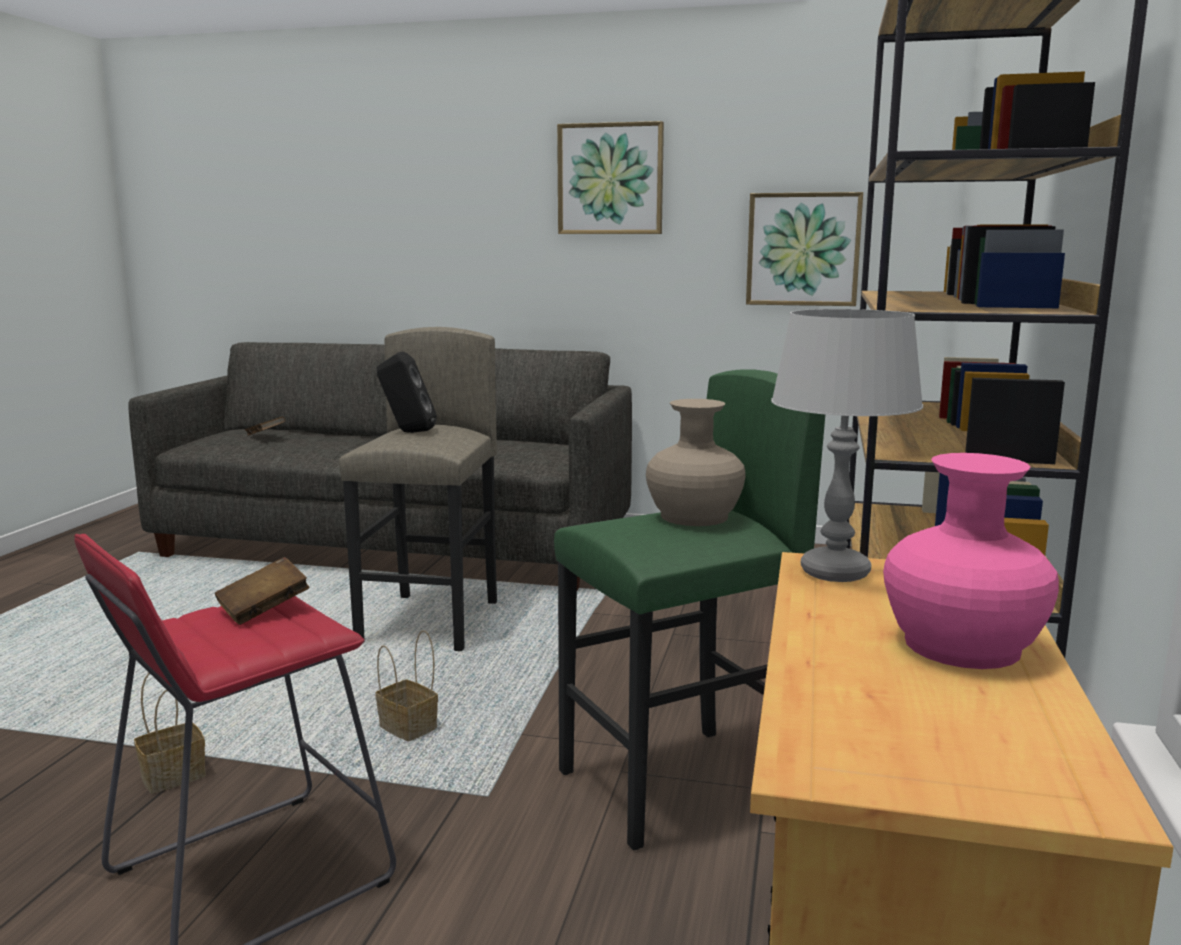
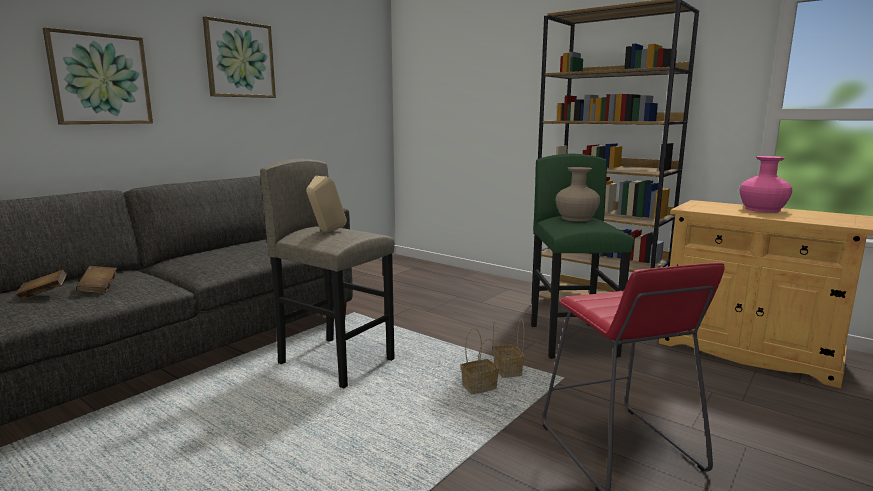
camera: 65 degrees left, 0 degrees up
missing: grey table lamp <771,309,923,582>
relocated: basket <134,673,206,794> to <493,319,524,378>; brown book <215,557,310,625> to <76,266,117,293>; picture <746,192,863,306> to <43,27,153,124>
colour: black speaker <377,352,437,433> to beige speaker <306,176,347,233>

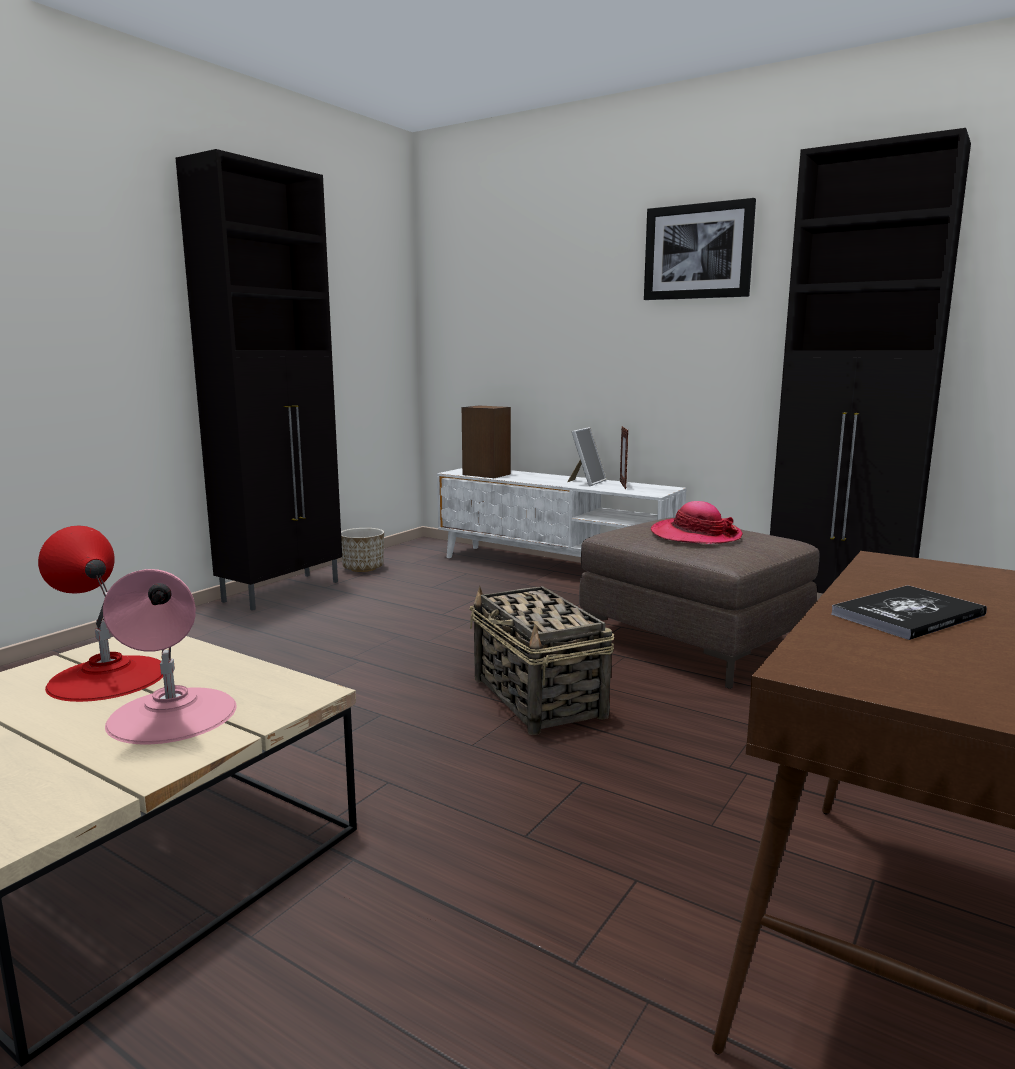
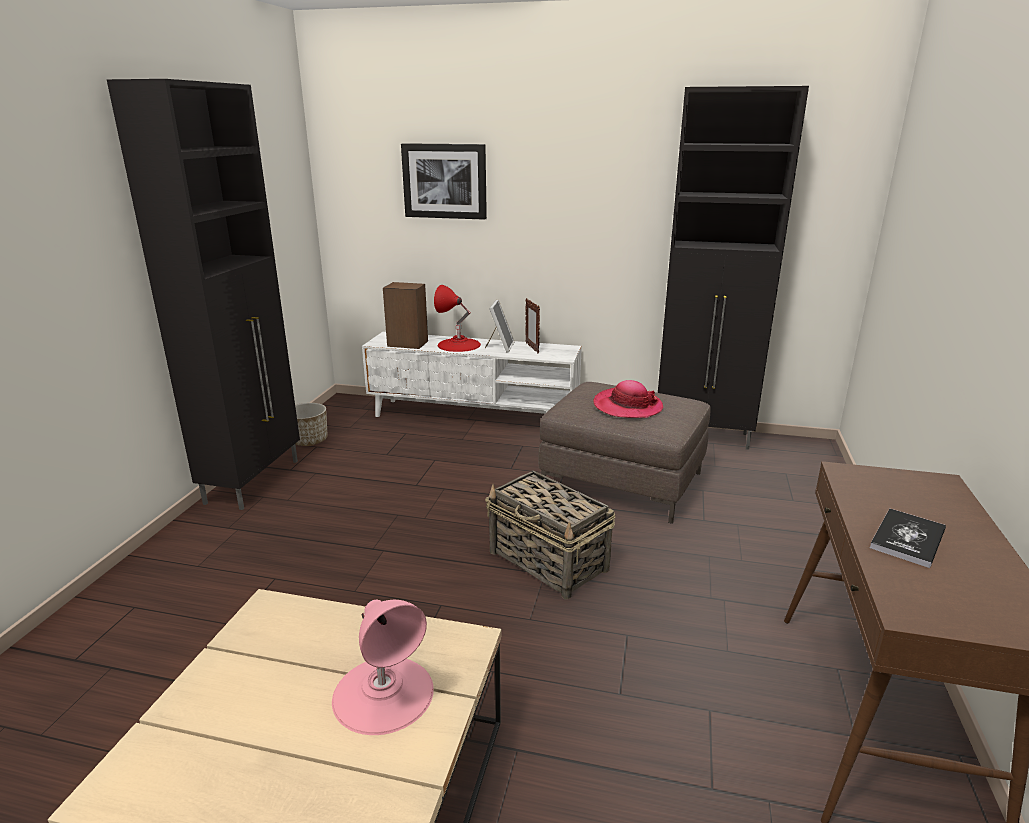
camera: 20 degrees left, 10 degrees up
relocated: red table lamp <38,525,163,702> to <434,285,481,352>; picture <644,198,756,300> to <401,143,487,220>

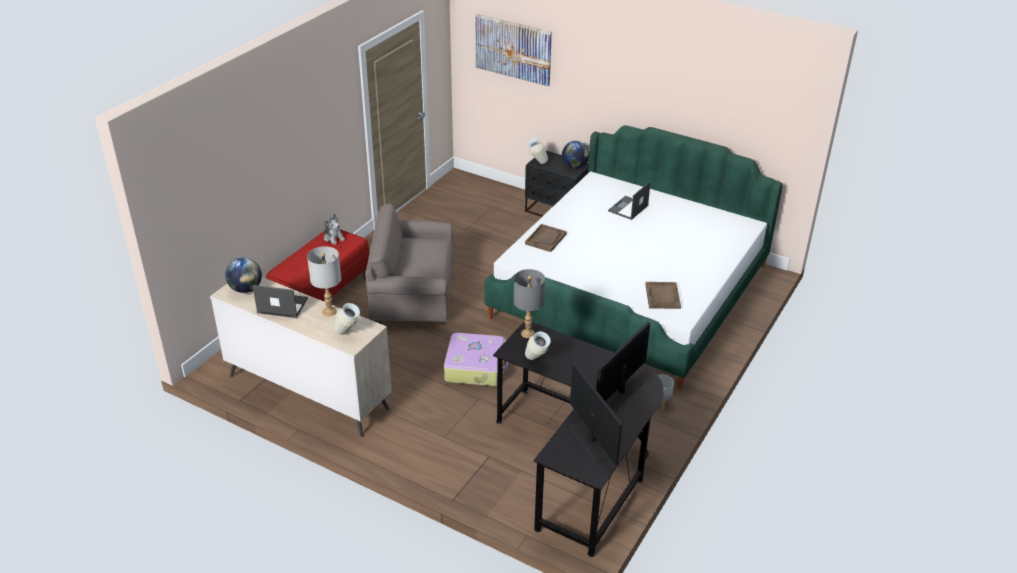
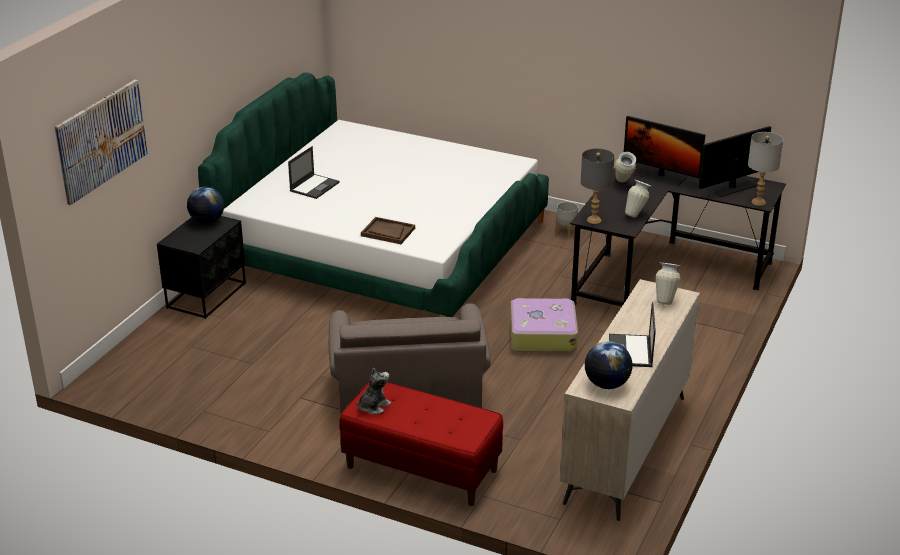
camera: 95 degrees left, 5 degrees down
missing: brown tray <645,282,681,309>
relocated: grey table lamp <307,246,341,316> to <748,132,783,206>; vase <527,137,548,164> to <615,152,636,182>
spun: laptop <608,181,651,220> = <288,146,340,199> 90 degrees counterclockwise

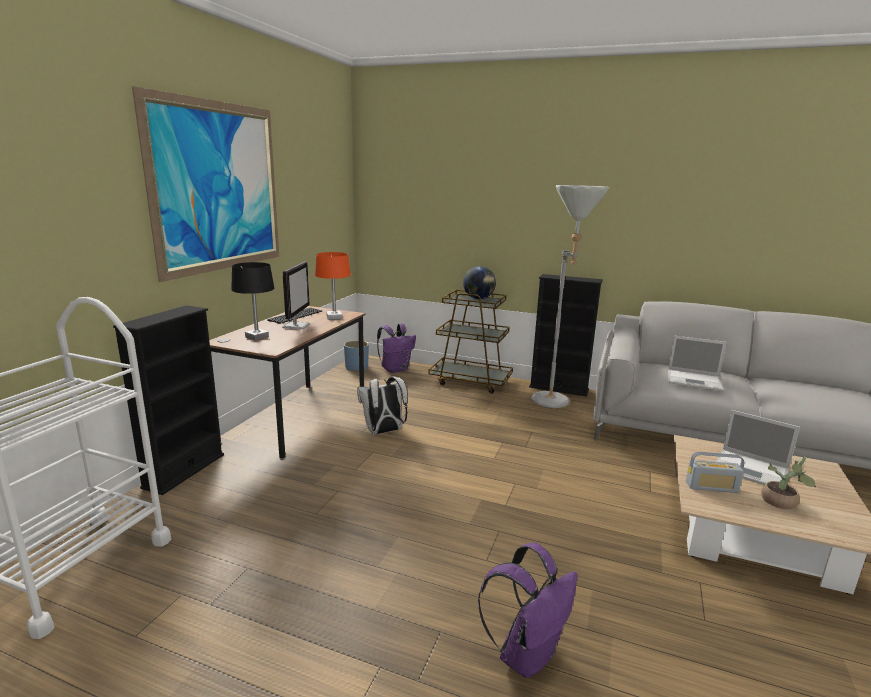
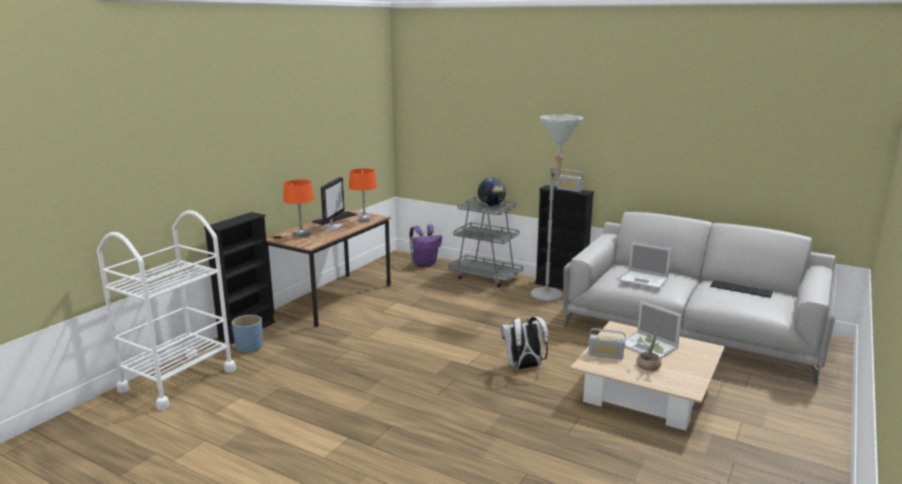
camera: 10 degrees right, 0 degrees up
missing: picture <132,86,279,282>; purple backpack <478,543,578,678>
appeared: radio <557,169,583,192>; keyboard <710,280,773,298>
relocated: blue planter <344,340,369,371> to <232,315,263,352>; white backpack <357,376,408,434> to <501,316,549,370>
colour: black table lamp <231,262,274,341> to orange table lamp <283,180,314,238>; brown cart <428,290,513,394> to grey cart <448,197,523,287>

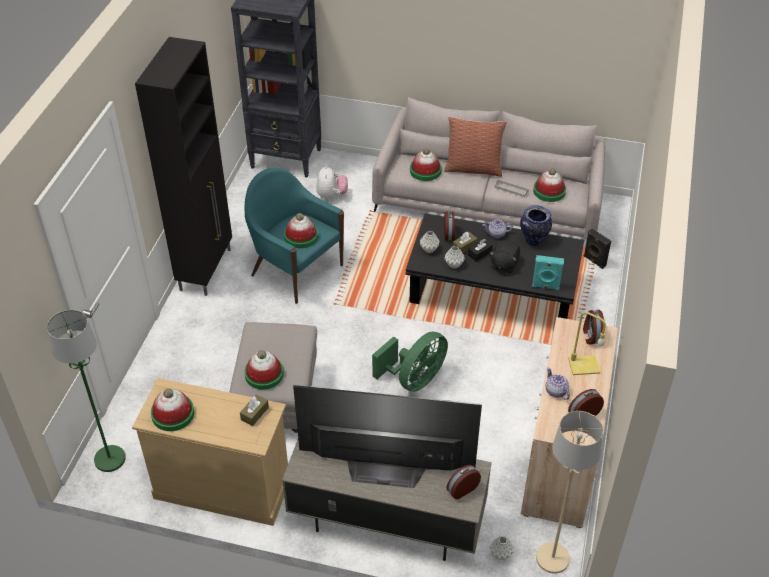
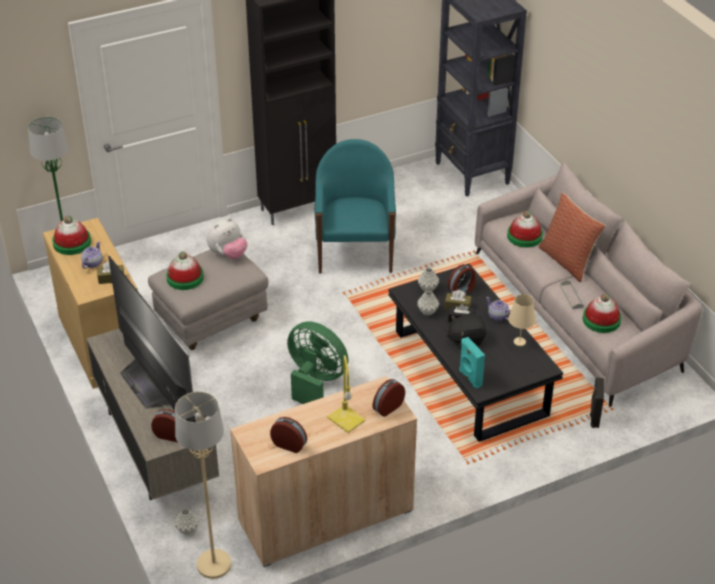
camera: 50 degrees right, 5 degrees down
missing: hat <284,213,318,248>
relocated: plush toy <316,165,348,199> to <207,218,247,259>; teapot <546,368,570,400> to <81,242,103,269>
exchanged: vase <520,205,552,246> to beige table lamp <508,294,536,346>
spun: green fan <372,331,448,392> = <287,321,348,404> 150 degrees counterclockwise

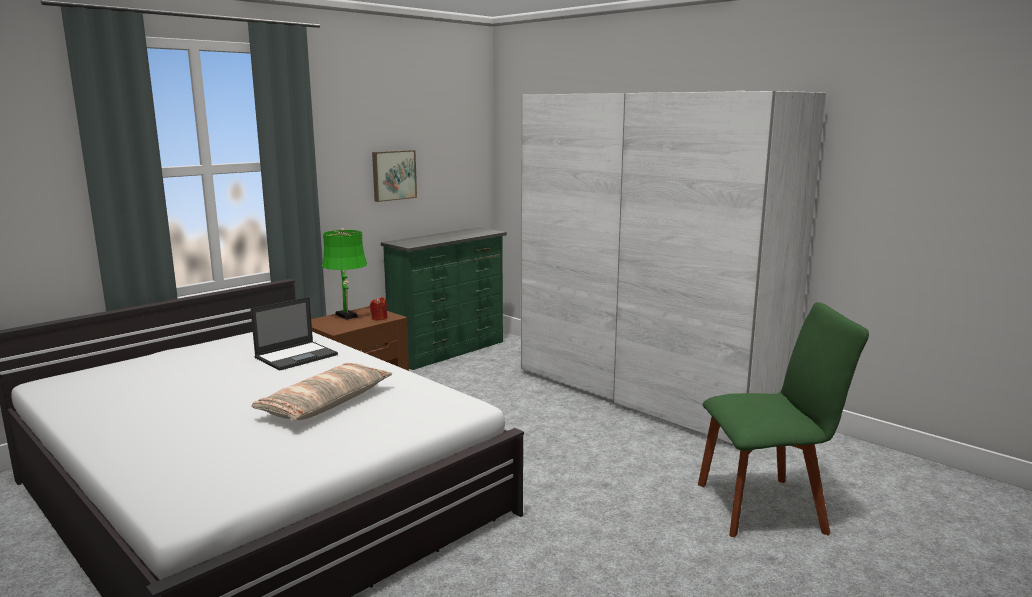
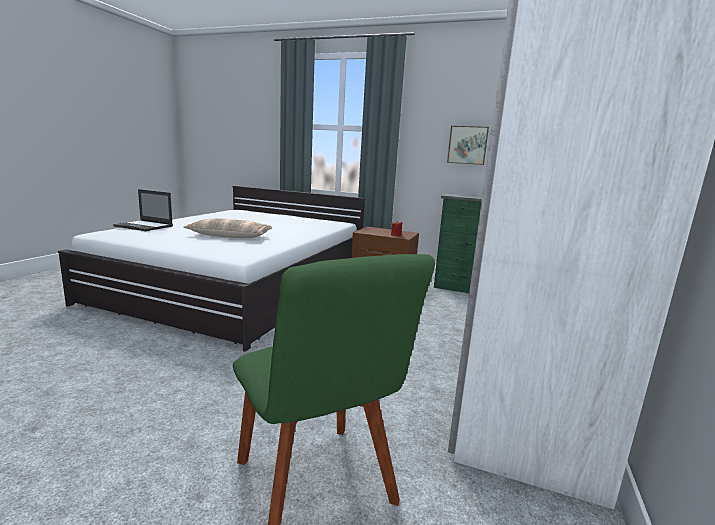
camera: 65 degrees right, 0 degrees up
missing: green table lamp <322,228,367,320>
relocated: laptop <251,297,338,370> to <113,189,173,231>

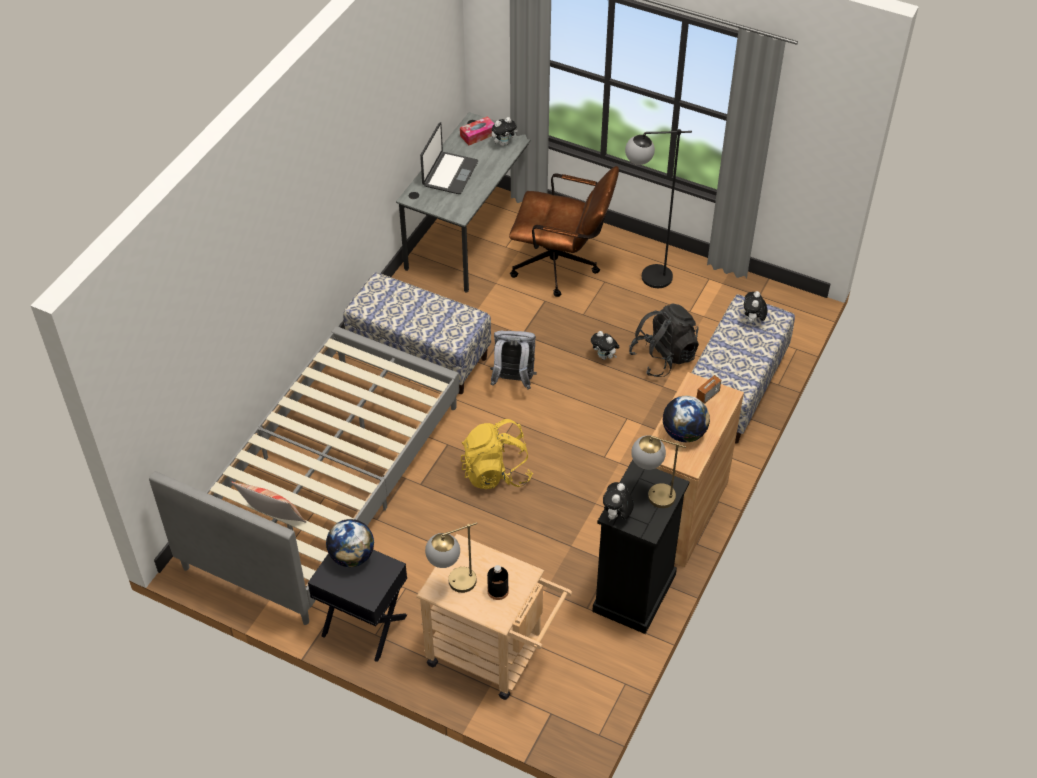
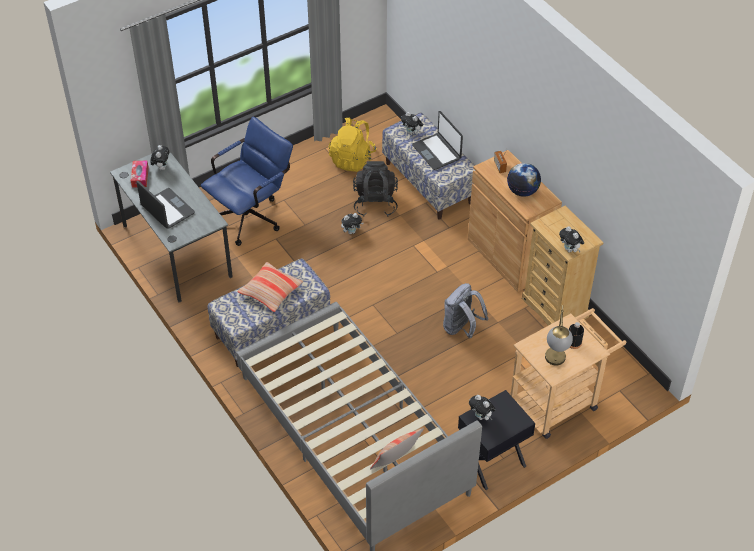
camera: 60 degrees left, 0 degrees up
missing: black floor lamp <625,129,692,288>; table lamp <631,435,686,508>
appeared: pillow <237,262,303,312>; laptop <412,111,463,170>
relocated: yellow backpack <461,419,533,489> to <329,118,377,172>; grey backpack <490,330,537,390> to <443,283,489,338>
exchanged: globe <326,519,374,567> to plush toy <469,395,496,420>
colour: brown office chair <509,166,619,297> to blue office chair <201,117,293,246>; black dresser <592,460,690,634> to beige dresser <522,205,604,326>

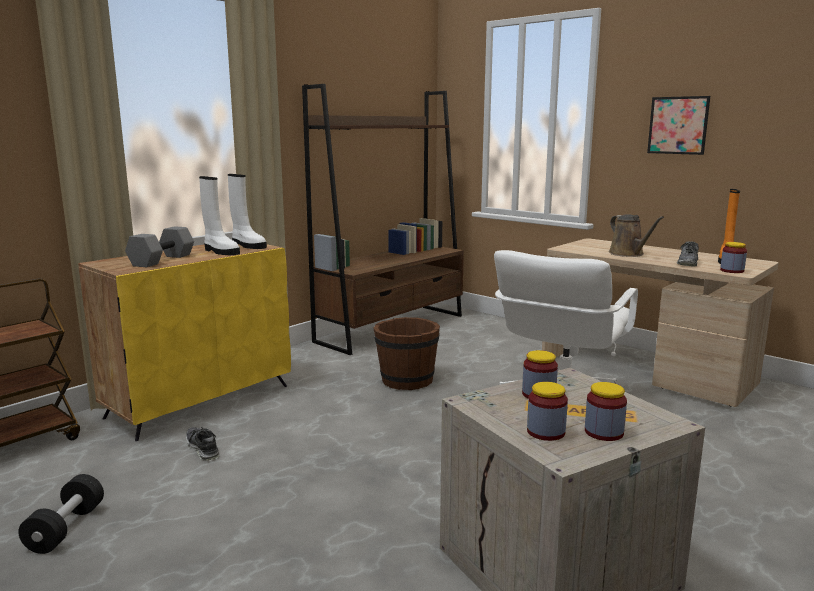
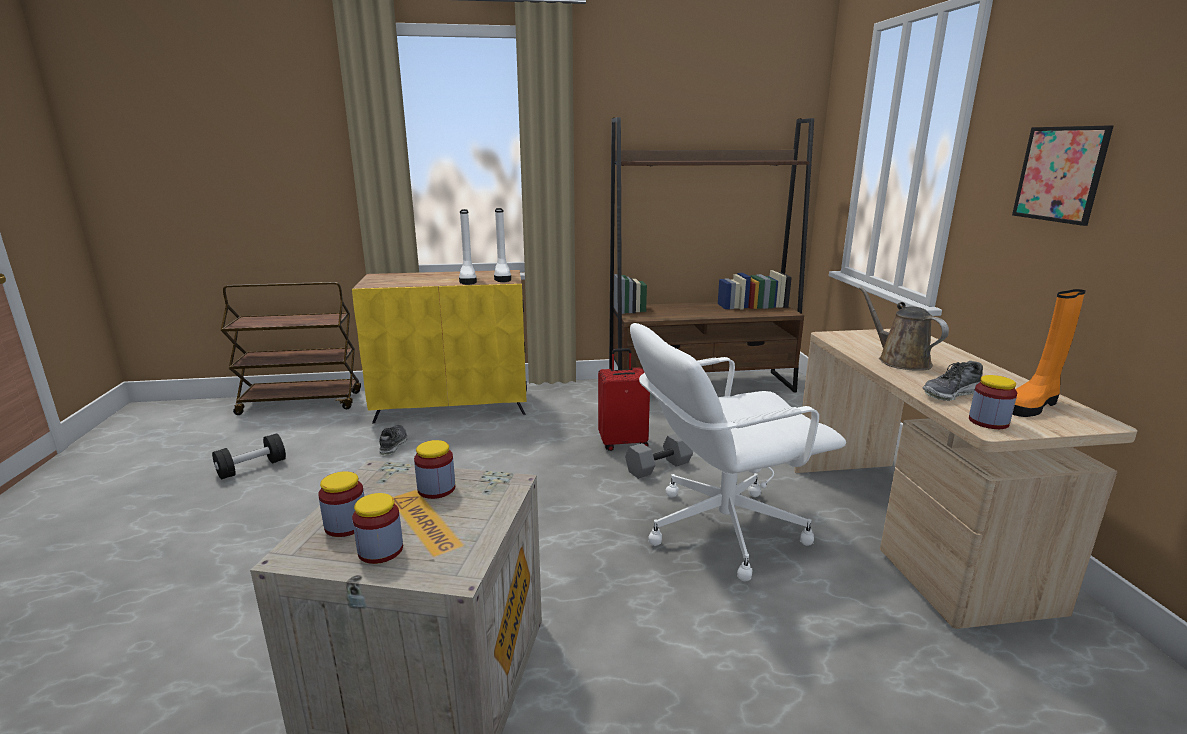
camera: 40 degrees right, 5 degrees up
relocated: grey dumbbell <125,226,194,267> to <625,434,693,479>
exchanged: brown bucket <373,317,440,390> to red suitcase <598,348,650,451>
spun: brown watering can <609,214,664,257> = <859,287,949,371> 135 degrees clockwise

